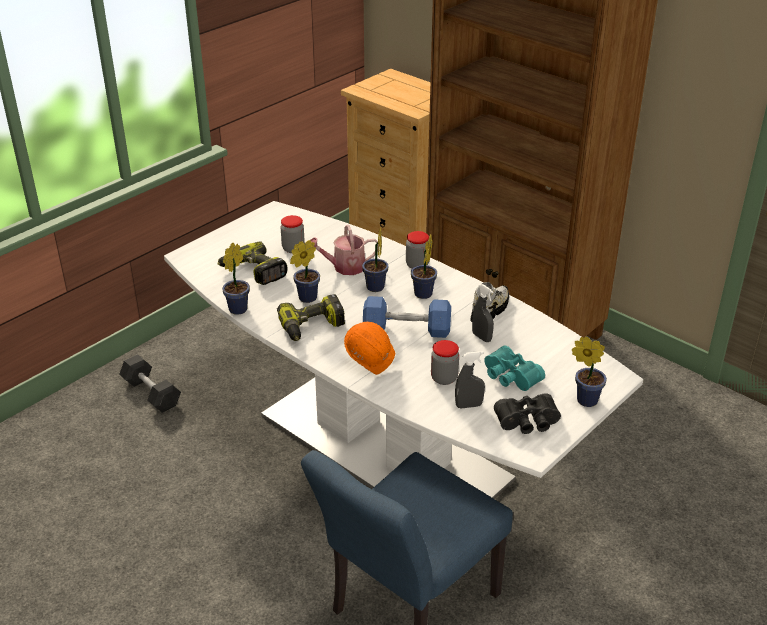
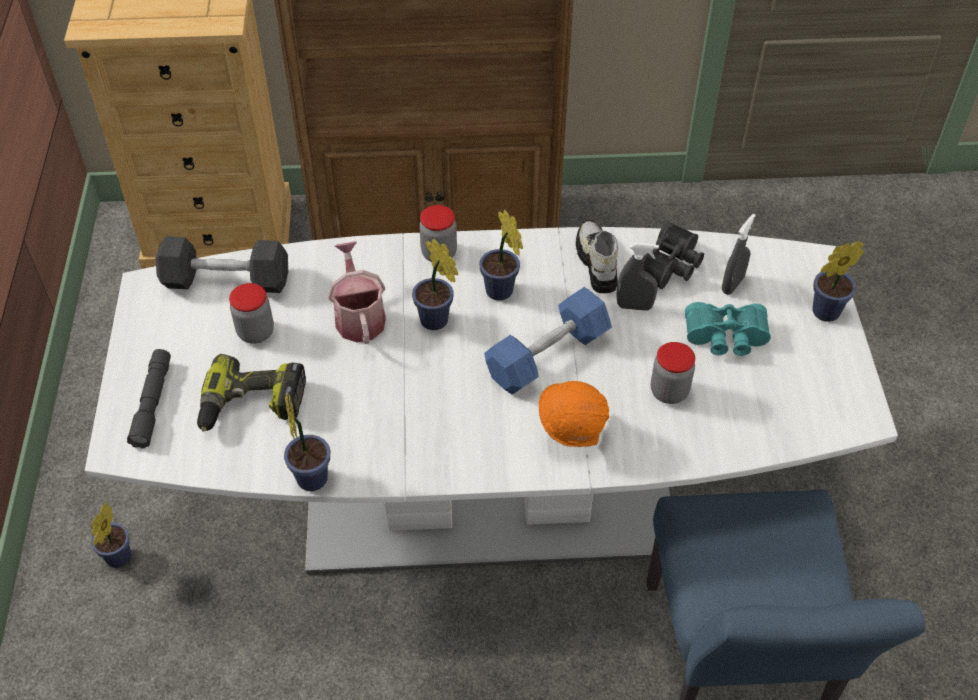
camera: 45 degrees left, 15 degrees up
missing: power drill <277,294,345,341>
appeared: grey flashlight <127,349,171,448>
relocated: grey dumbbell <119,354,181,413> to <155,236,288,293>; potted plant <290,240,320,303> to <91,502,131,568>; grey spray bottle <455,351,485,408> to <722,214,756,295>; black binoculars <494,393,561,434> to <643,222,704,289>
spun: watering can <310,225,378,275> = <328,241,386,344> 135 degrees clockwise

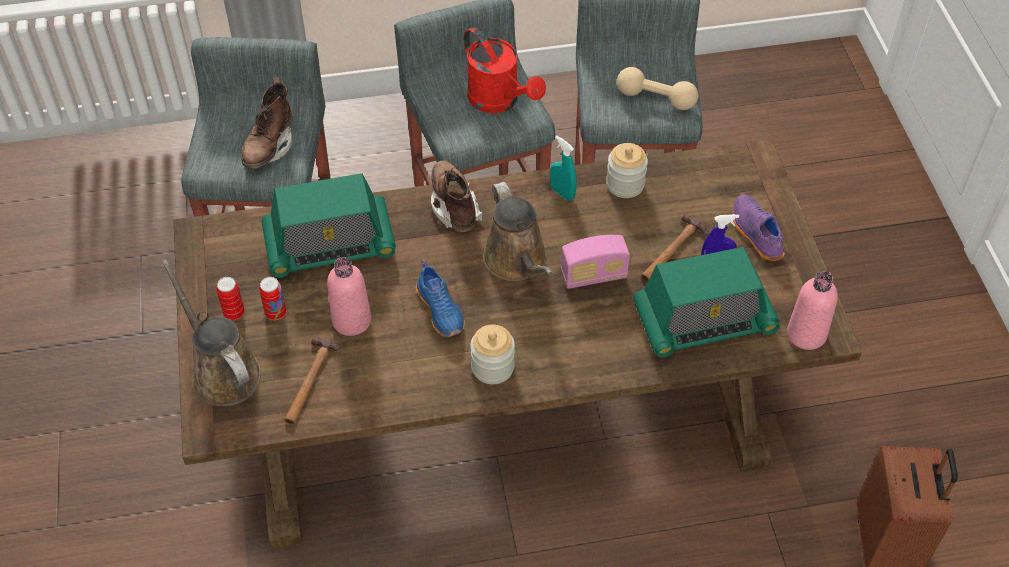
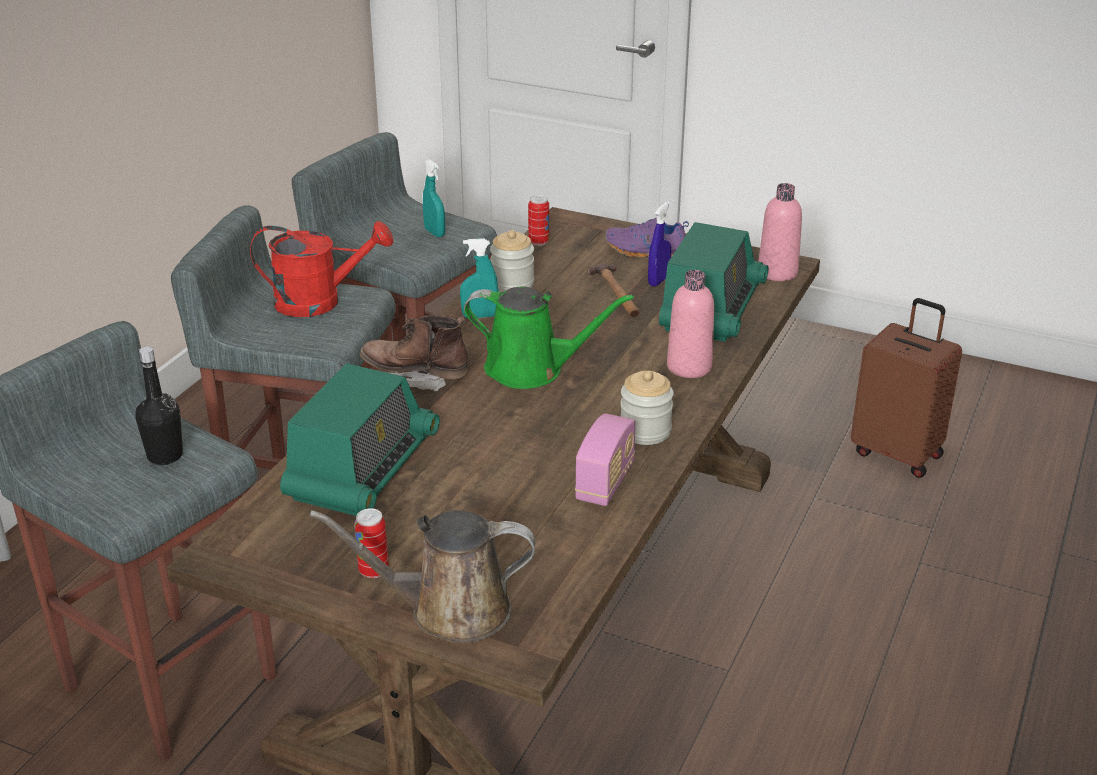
camera: 55 degrees left, 20 degrees down
missing: hammer <285,336,339,424>; blue shoe <416,259,464,337>
relocated: can <259,277,286,320> to <528,195,549,246>; pink bottle <327,257,371,336> to <667,270,714,378>; radio <561,235,630,289> to <575,413,636,506>
exchanged: brown boot <242,77,293,169> to black bottle <135,347,183,465>; beige dumbbell <617,67,698,110> to turquoise spray bottle <423,159,445,237>
colour: brown watering can <483,182,553,281> to green watering can <464,287,634,389>

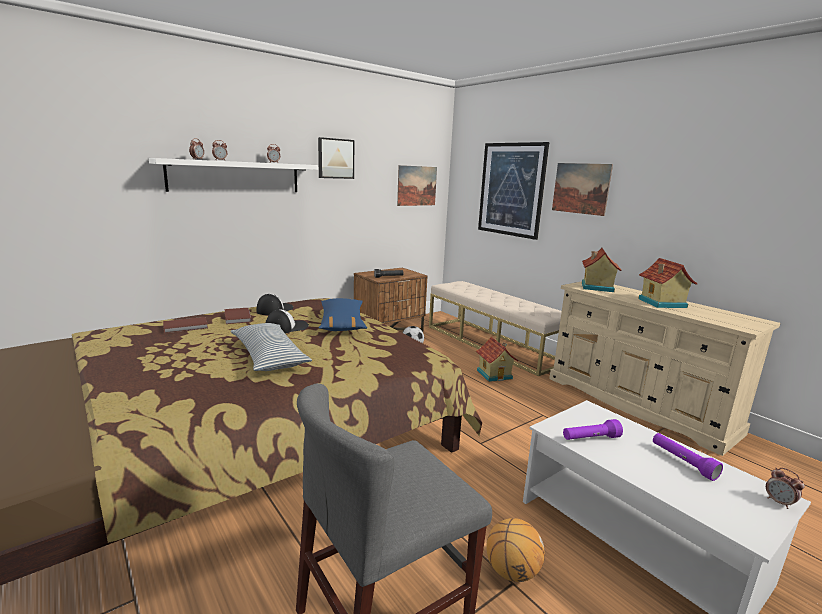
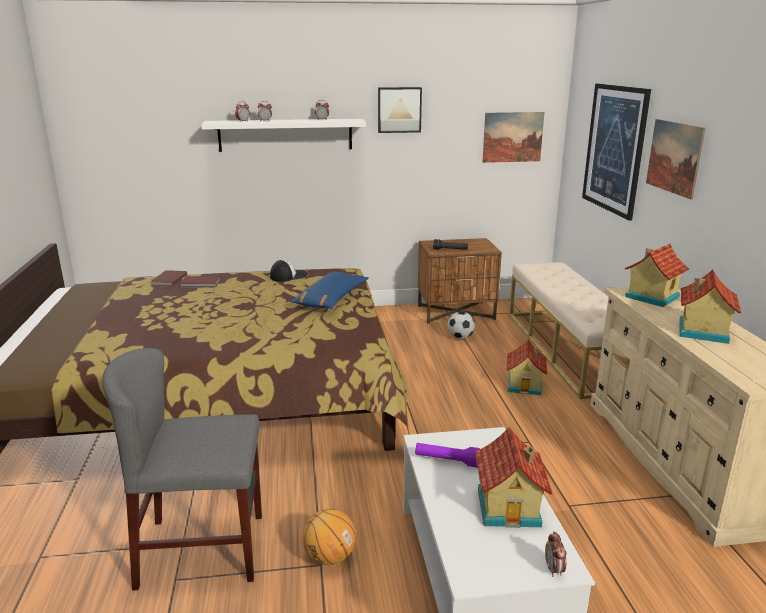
camera: 30 degrees right, 5 degrees up
missing: pillow <231,323,312,371>; cap <266,310,309,333>
relocated: brown book <225,308,252,324> to <150,270,187,286>
exchanged: purple flashlight <653,433,723,481> to toy house <475,427,552,528>

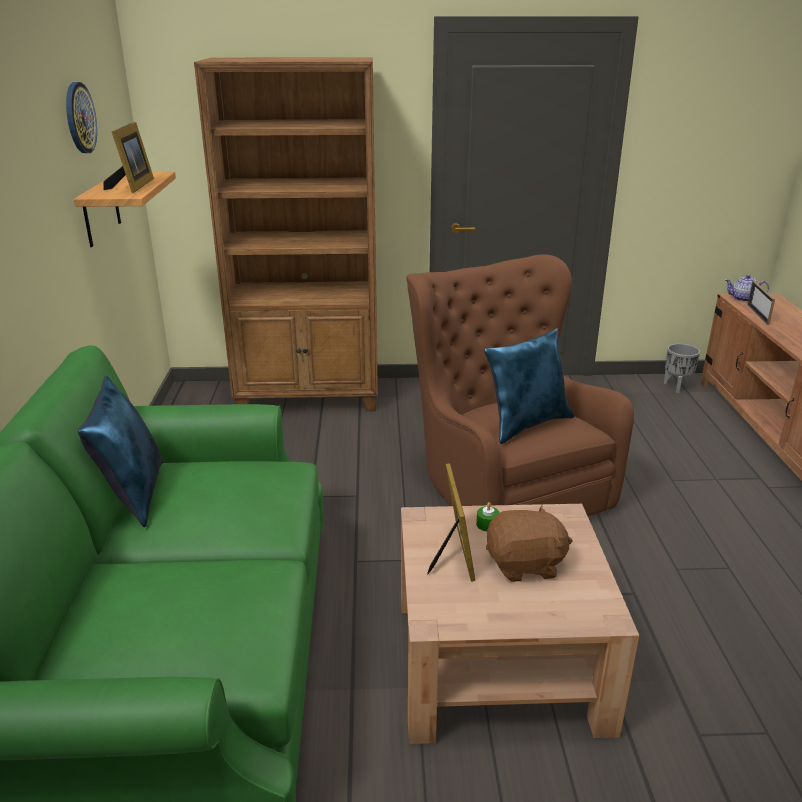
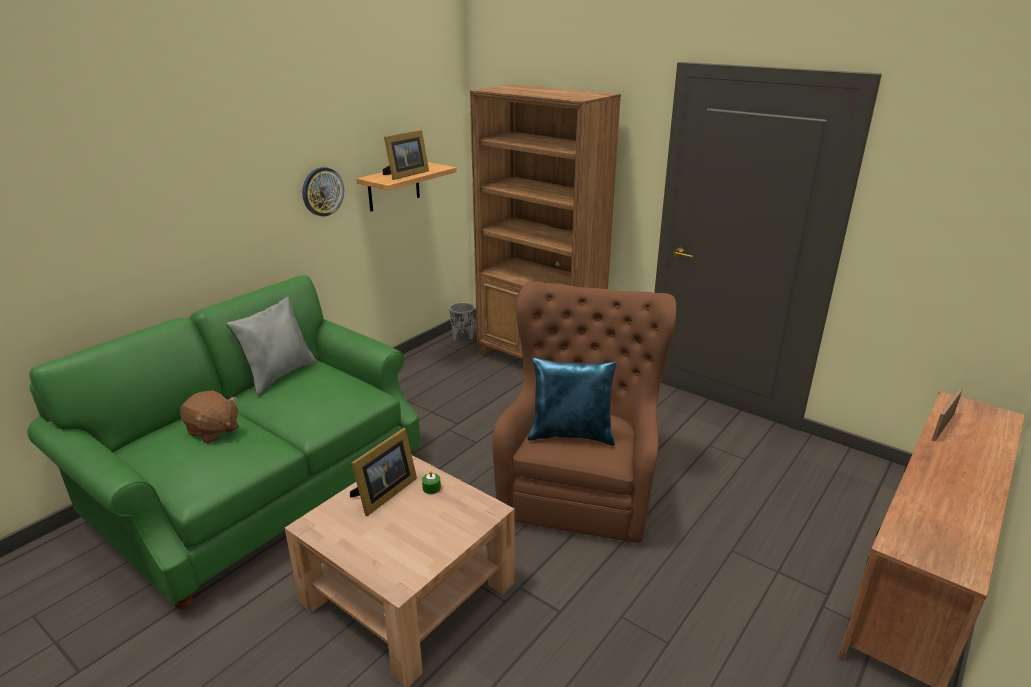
camera: 40 degrees right, 0 degrees up
missing: teapot <725,275,769,302>
relocated: wall clock <66,82,97,153> to <302,167,344,216>; brown plush toy <486,505,573,582> to <180,390,239,444>; grey planter <664,344,700,393> to <449,303,474,340>
colour: blue pillow <78,375,164,527> to grey pillow <226,296,318,395>

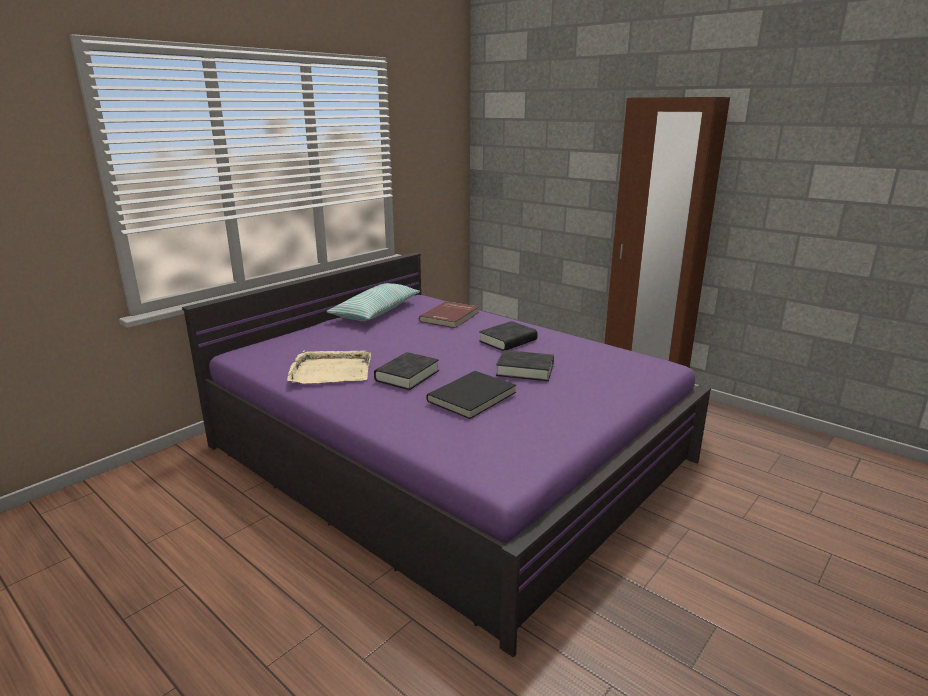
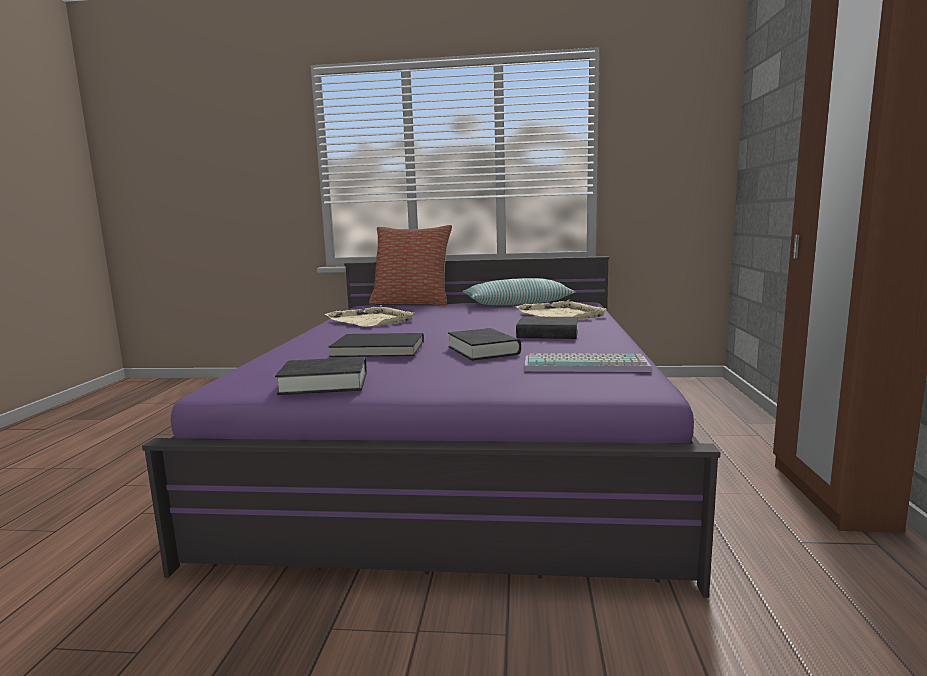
camera: 55 degrees right, 10 degrees down
appeared: pillow <369,225,452,305>; keyboard <524,354,652,372>
relocated: black book <374,352,439,390> to <275,357,367,395>
exchanged: red book <419,301,479,328> to beige tray <516,300,607,320>

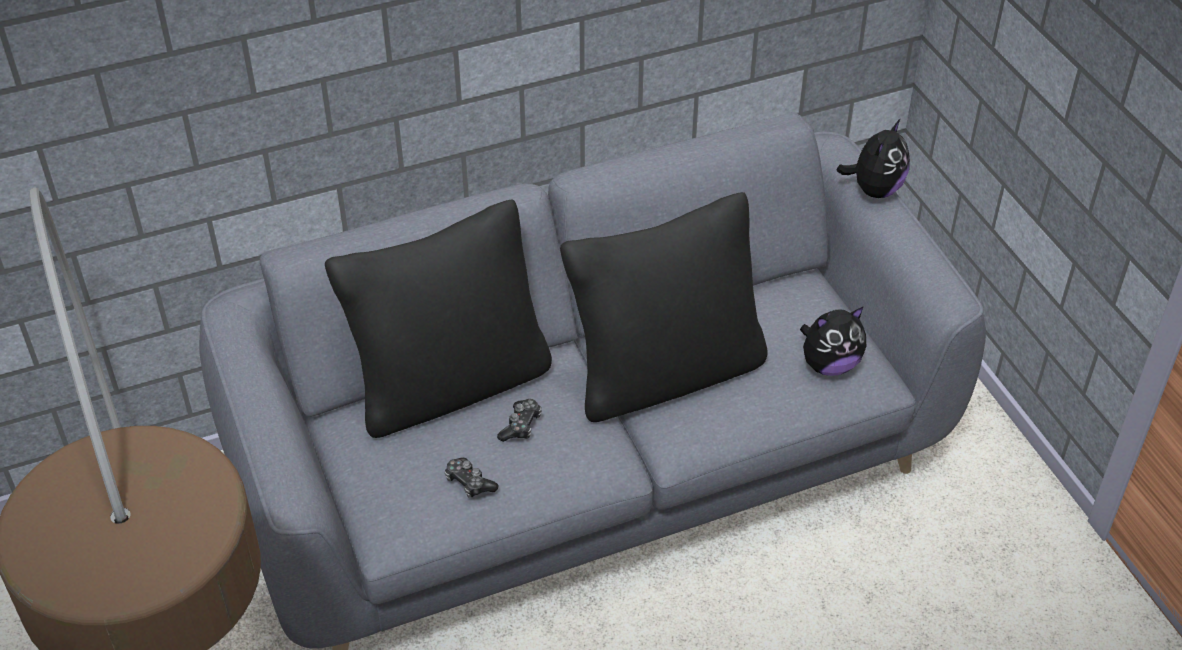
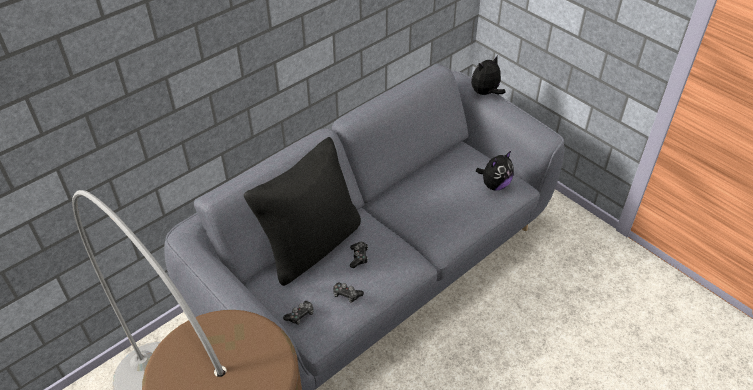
camera: 20 degrees left, 0 degrees up
missing: black pillow <560,192,768,422>
appeared: game controller <283,301,314,325>
spun: plush toy <836,118,910,198> = <471,56,506,95> 135 degrees counterclockwise

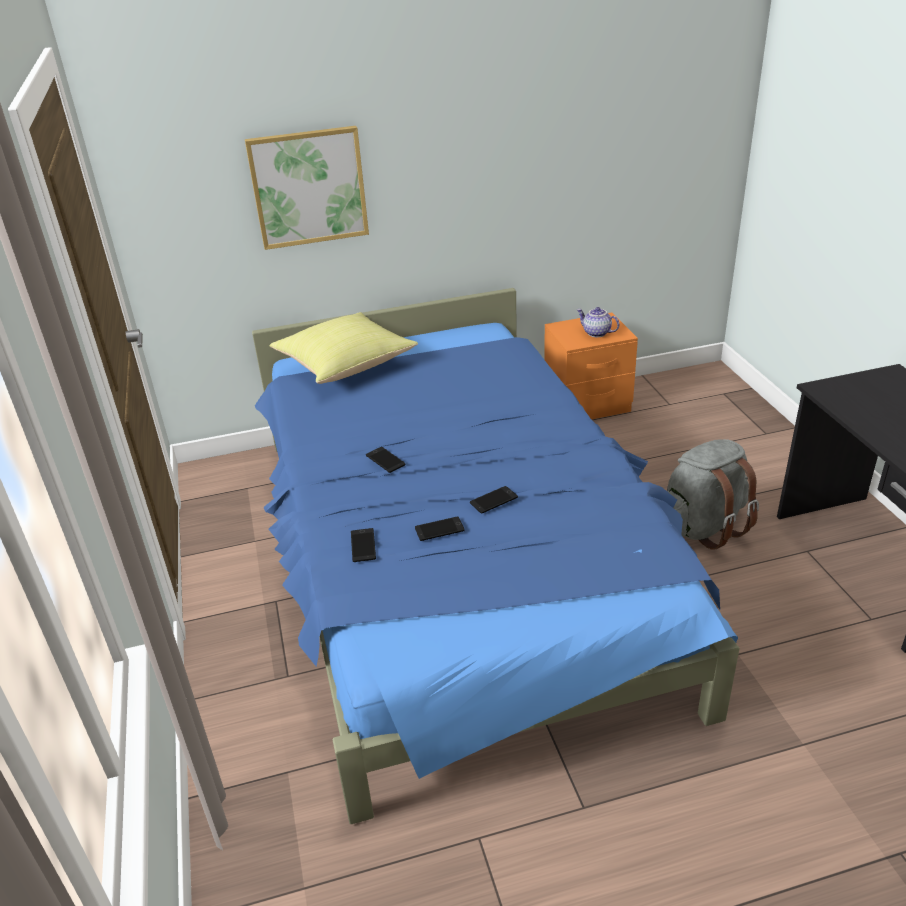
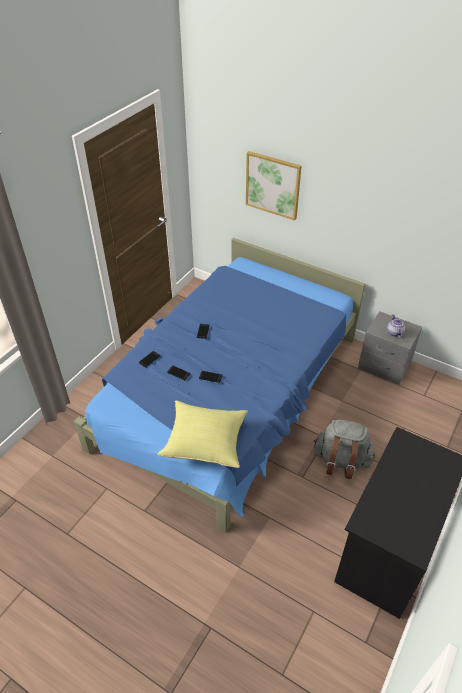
camera: 45 degrees right, 10 degrees up
relocated: yellow pillow <269,312,418,384> to <158,400,248,468>
colour: orange nightstand <544,312,638,419> to grey nightstand <358,311,422,385>

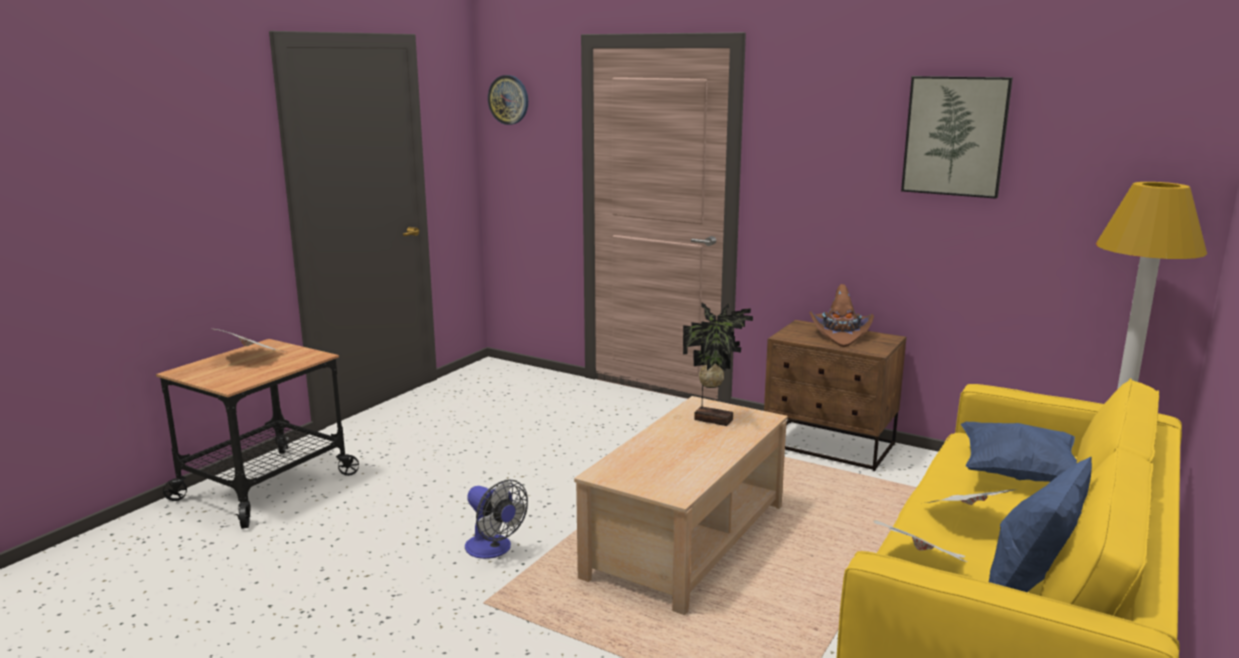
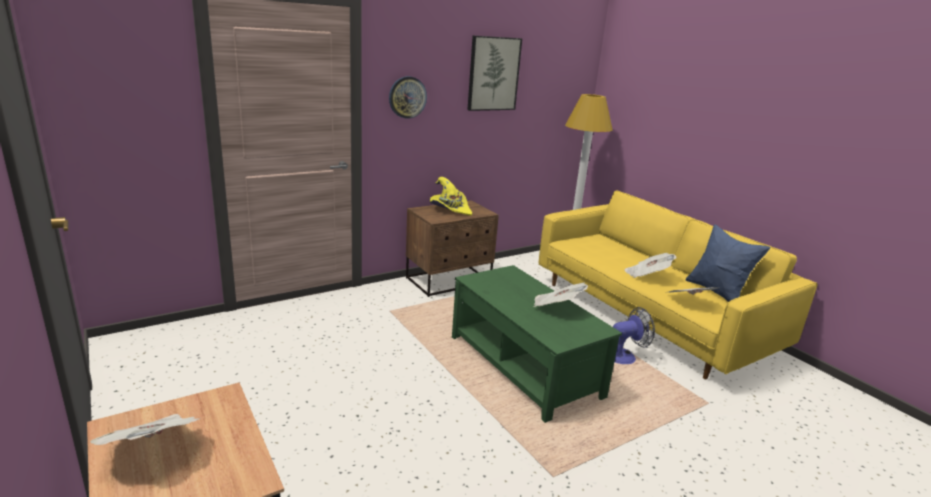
camera: 65 degrees left, 5 degrees up
missing: potted plant <683,303,753,426>; blue pillow <961,422,1077,482>
appeared: newspaper <533,283,588,307>
relocated: fan <465,479,528,559> to <613,307,655,364>; wall clock <488,75,528,125> to <389,76,427,119>
colour: beige coffee table <574,396,788,615> to green coffee table <452,265,622,423>; brown hat <809,284,874,347> to yellow hat <430,177,472,216>

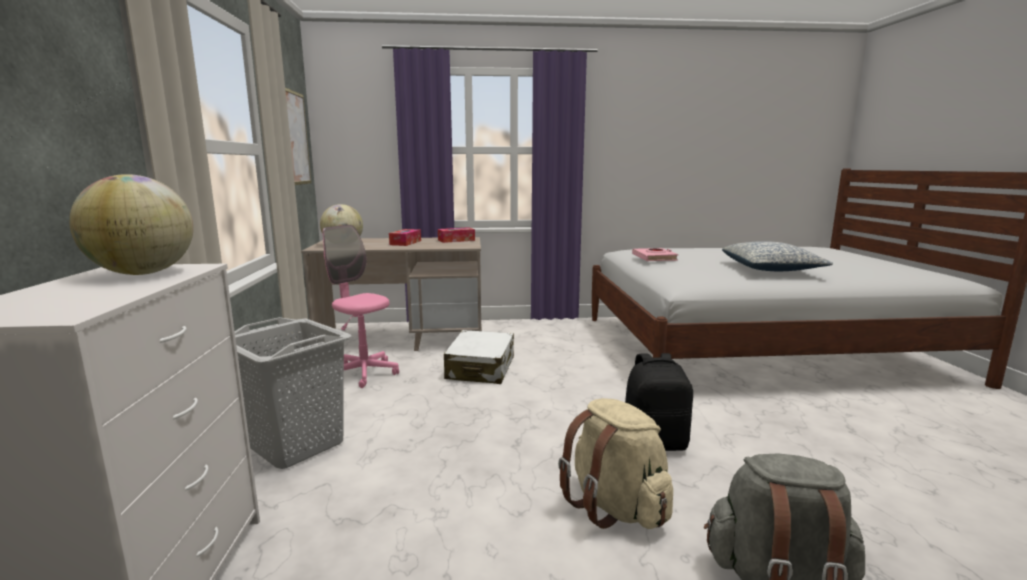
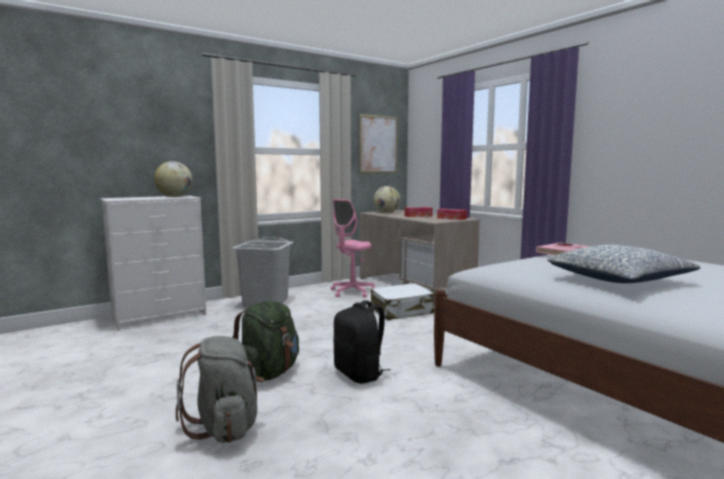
camera: 60 degrees right, 5 degrees down
colour: beige backpack <558,398,673,529> to green backpack <232,301,299,381>
spun: pink office chair <323,225,399,388> = <331,199,375,298> 150 degrees counterclockwise

